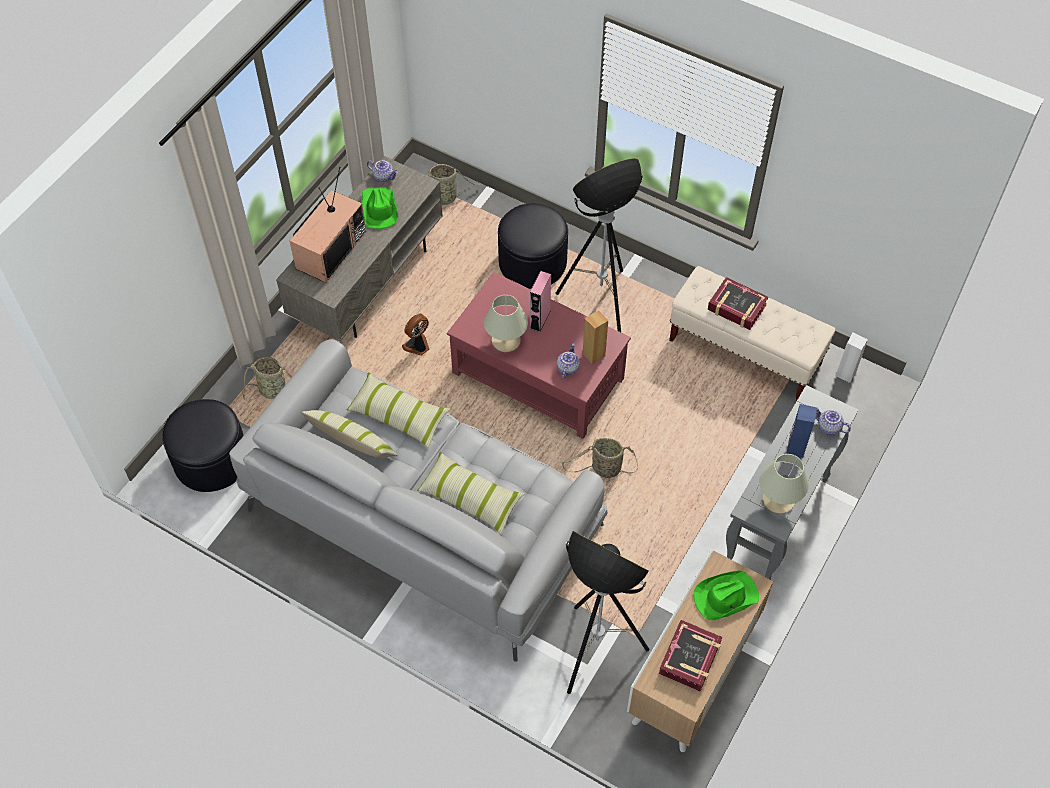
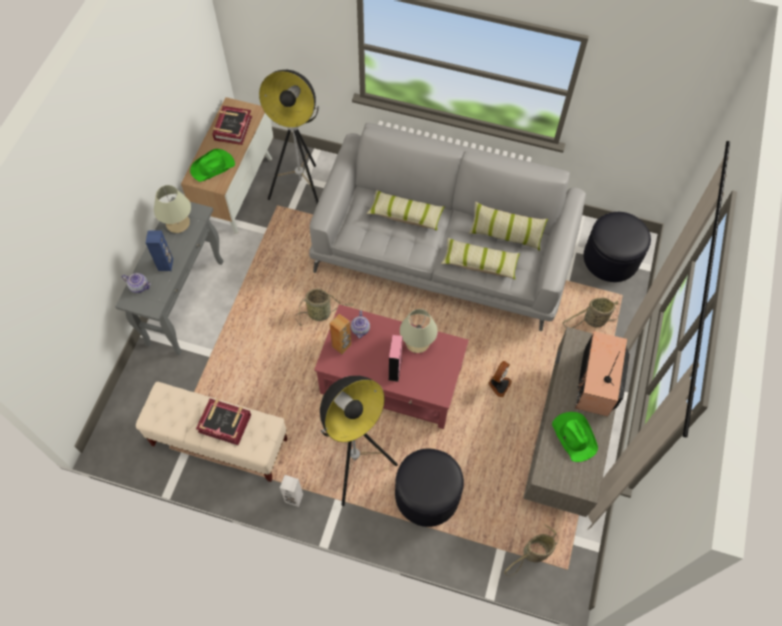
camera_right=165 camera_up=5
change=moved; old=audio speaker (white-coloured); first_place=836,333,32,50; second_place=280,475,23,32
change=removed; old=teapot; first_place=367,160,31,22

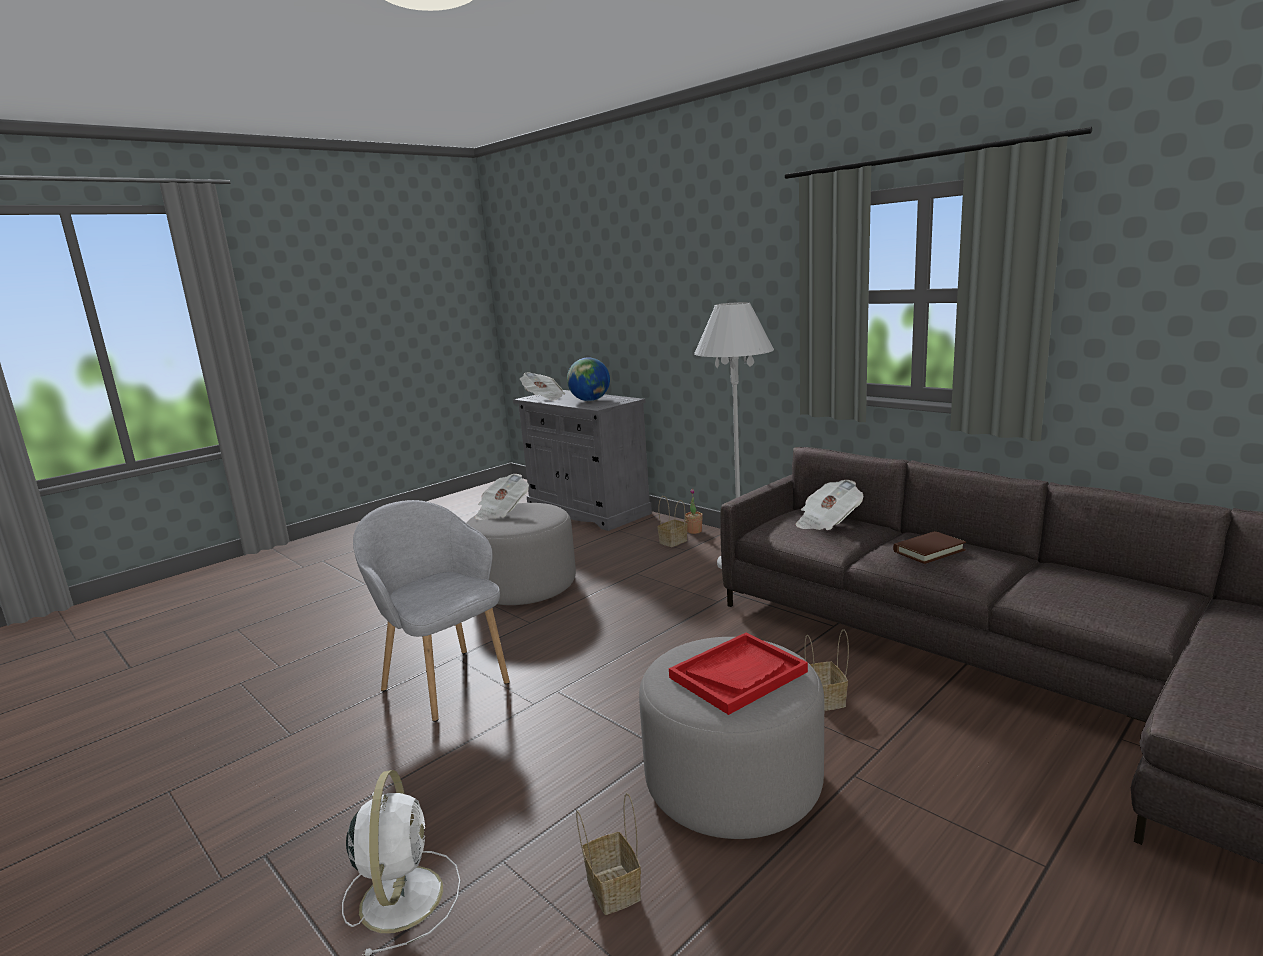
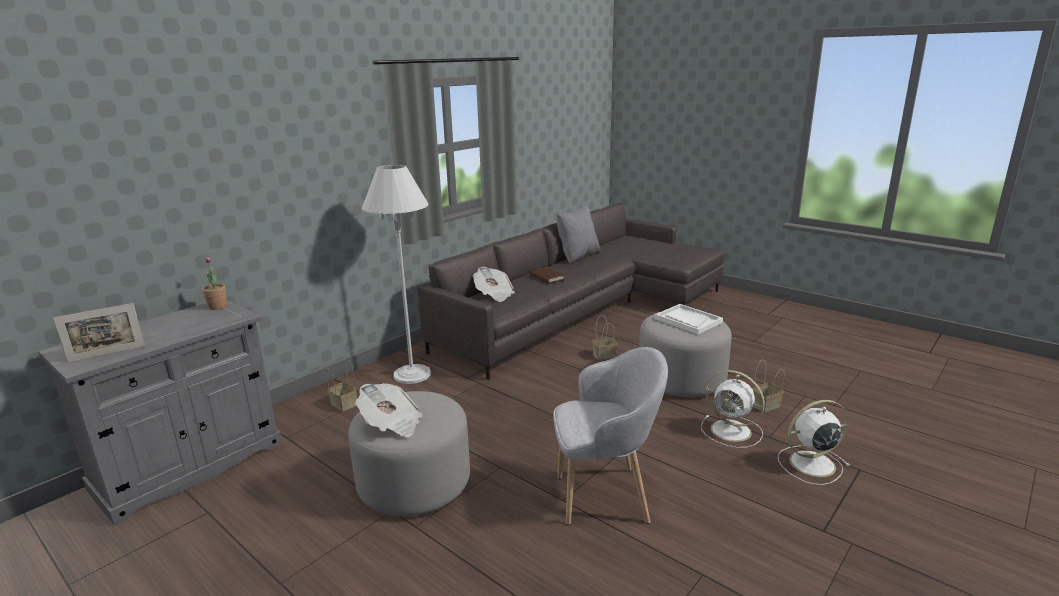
camera_right=-95 camera_up=5
change=replaced; old=newspaper; new=standing frame; first_place=520,372,46,29; second_place=53,303,92,60
change=moved; old=plant in a pot; first_place=685,488,18,46; second_place=202,257,25,53
change=turned; old=lounge chair (gray); first_place=353,500,157,222; second_place=553,347,115,178; degrees=-135
change=added; new=cushion (gray); second_place=556,205,45,59
change=recoloured; old=carrying tray (red); new=carrying tray (white-coloured); first_place=669,633,139,82; second_place=655,304,68,30
change=added; new=cooling fan (white-coloured); second_place=701,370,64,78
change=removed; old=globe; first_place=567,358,43,43

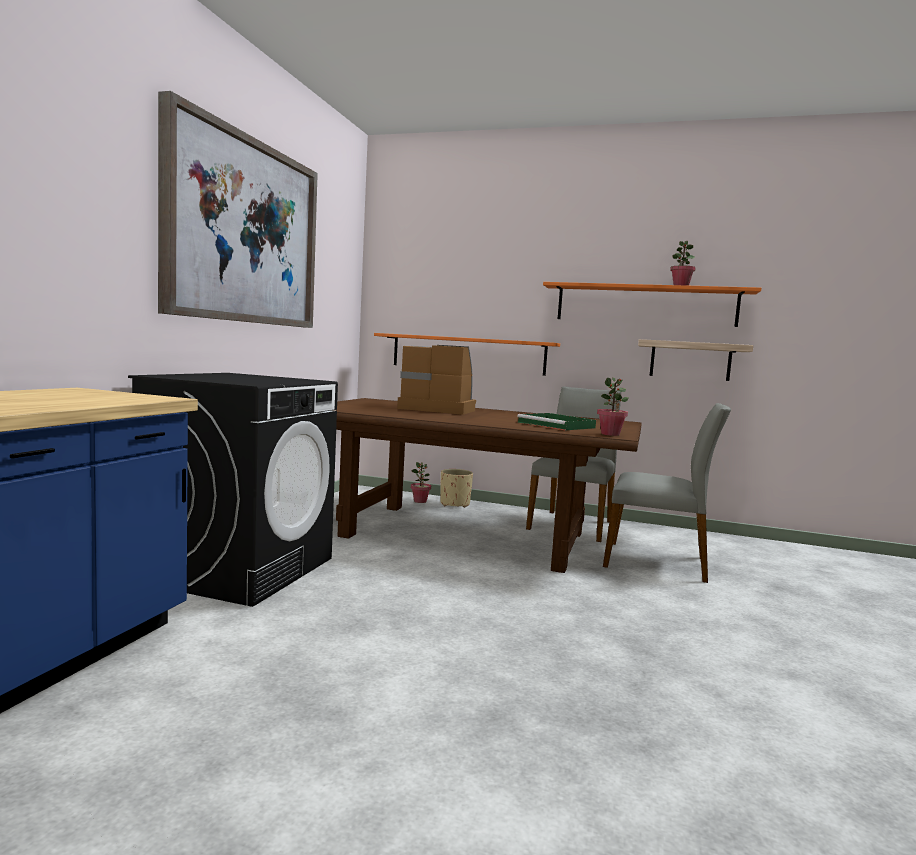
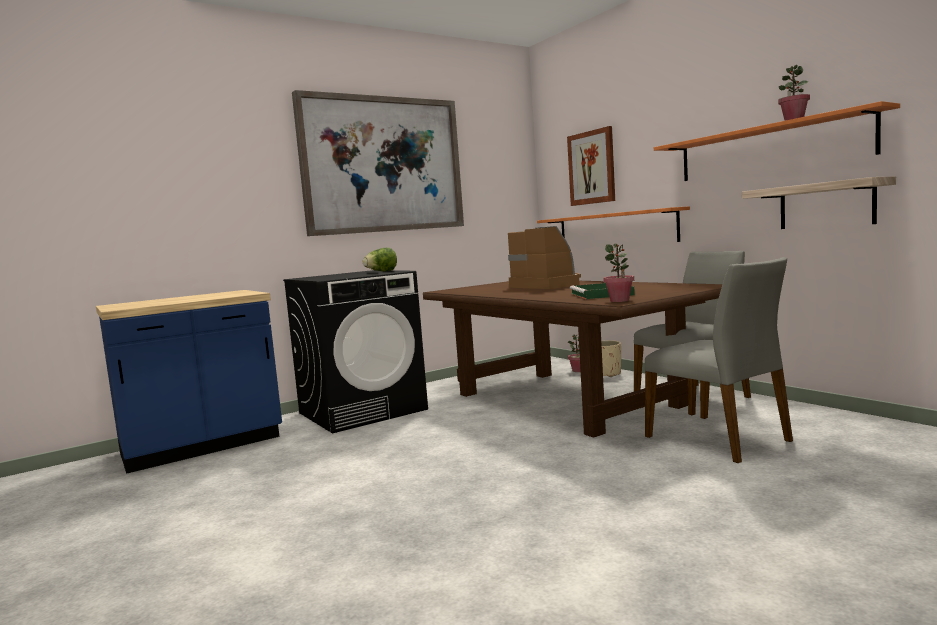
camera_right=40 camera_up=0
change=added; new=lettuce head; second_place=363,248,34,23
change=added; new=picture; second_place=567,126,48,80

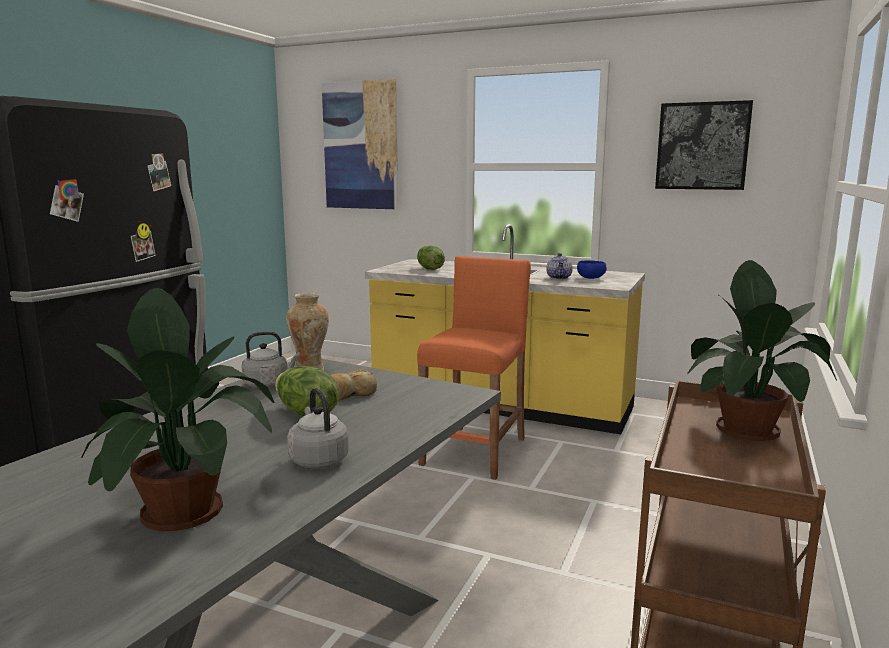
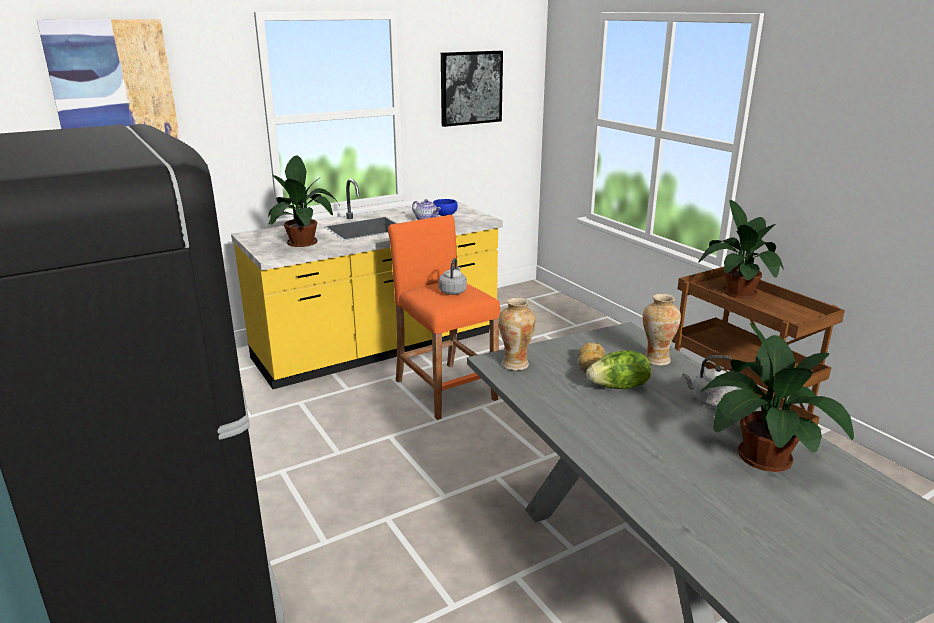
camera_right=-55 camera_up=10
change=replaced; old=lettuce head; new=plant in a pot; first_place=417,245,28,25; second_place=268,156,71,91
change=moved; old=water kettle (gray); first_place=242,331,58,57; second_place=439,258,28,37
change=added; new=decorative vase; second_place=643,294,38,72

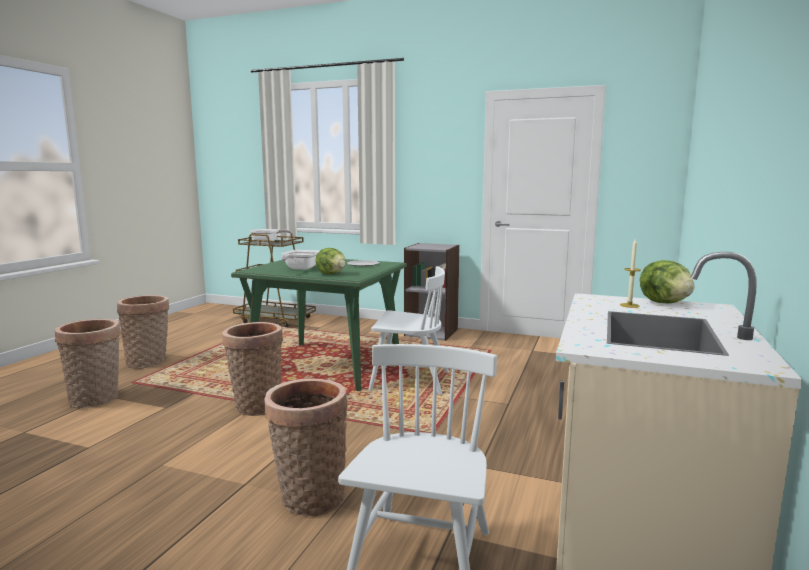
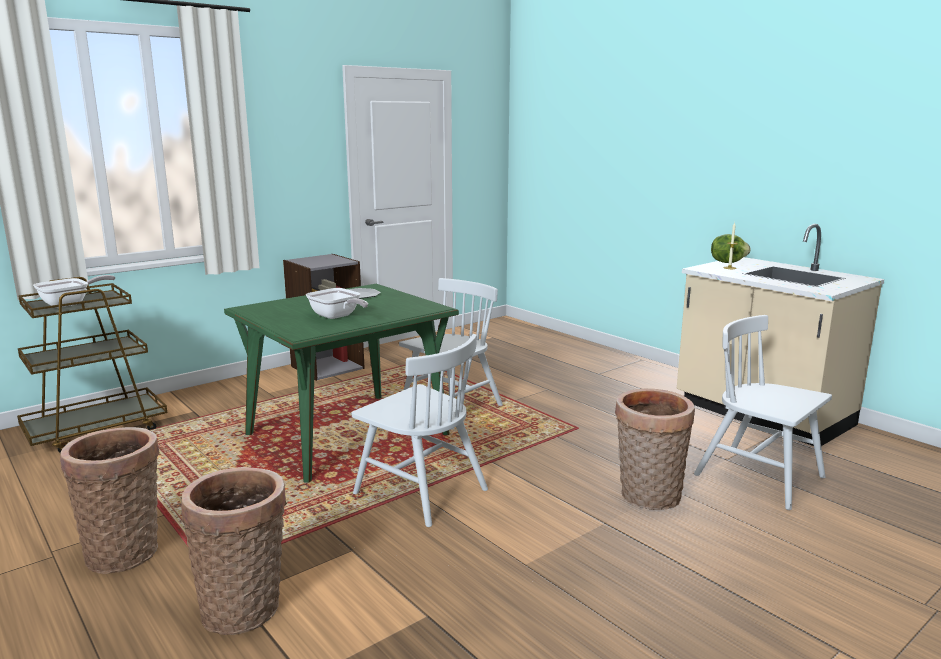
camera_right=-60 camera_up=5
change=replaced; old=basket; new=chair (white-coloured); first_place=222,322,61,94; second_place=352,334,136,193
change=removed; old=lettuce head; first_place=316,248,29,26

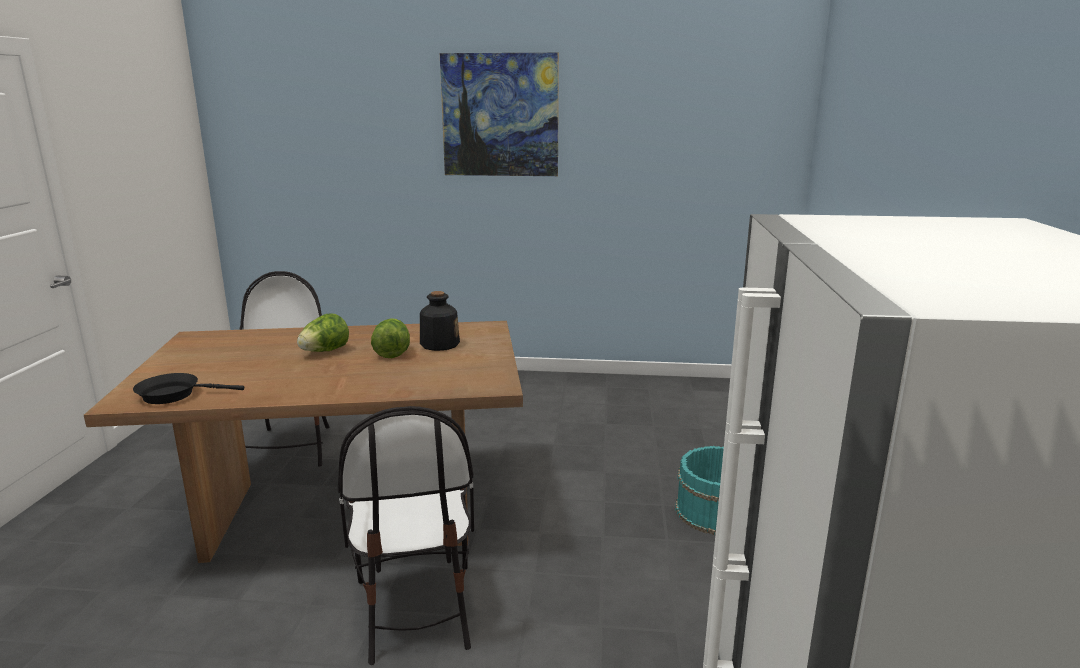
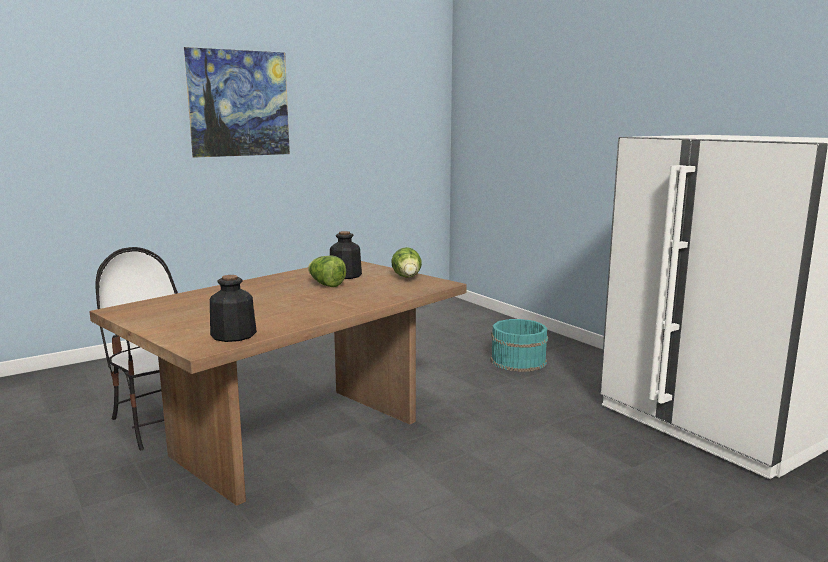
camera_right=-40 camera_up=-5
change=replaced; old=frying pan (black); new=beverage bottle; first_place=133,373,111,31; second_place=210,275,47,67
change=moved; old=lettuce head; first_place=297,313,52,39; second_place=391,247,31,31
change=removed; old=chair; first_place=338,406,136,259

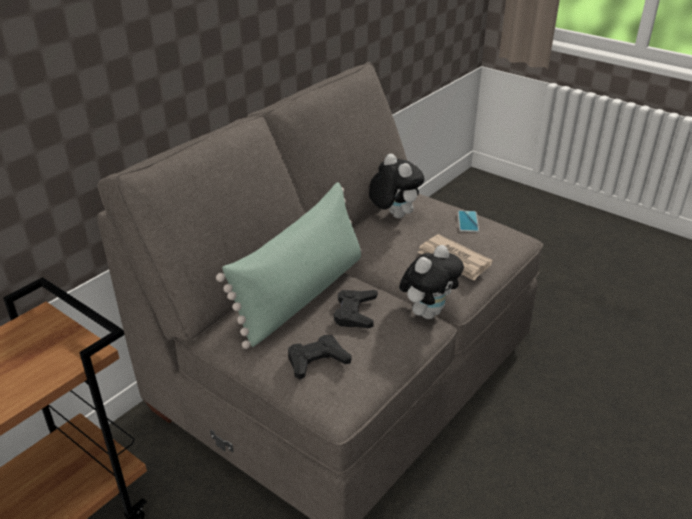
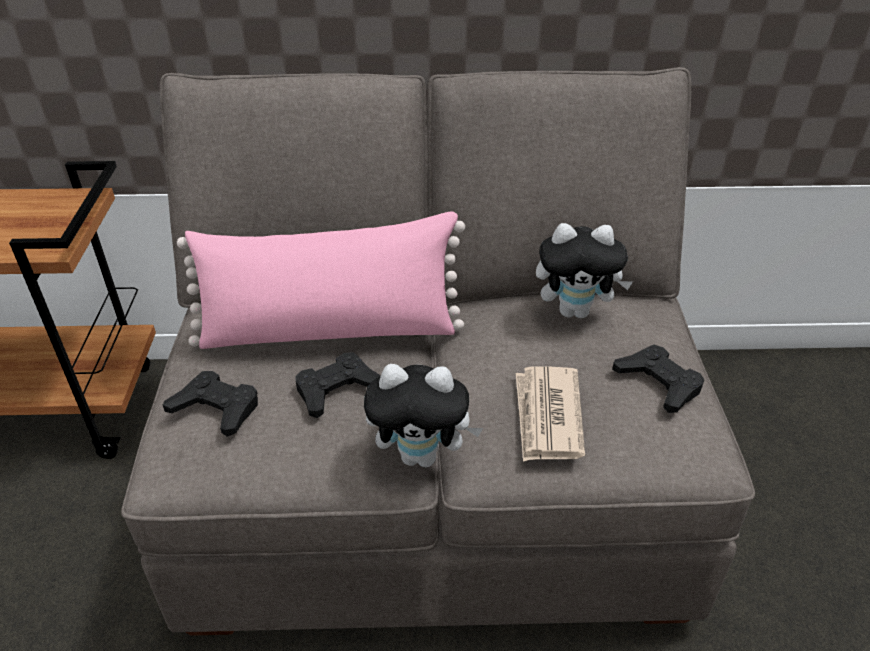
camera_right=50 camera_up=5
change=recoloured; old=cushion (green-coloured); new=cushion (pink); first_place=216,182,146,167; second_place=177,212,288,137
change=turned; old=soft toy; first_place=369,154,55,64; second_place=536,223,97,95; degrees=75
change=replaced; old=handset; new=game controller (black); first_place=458,211,21,21; second_place=612,345,92,68

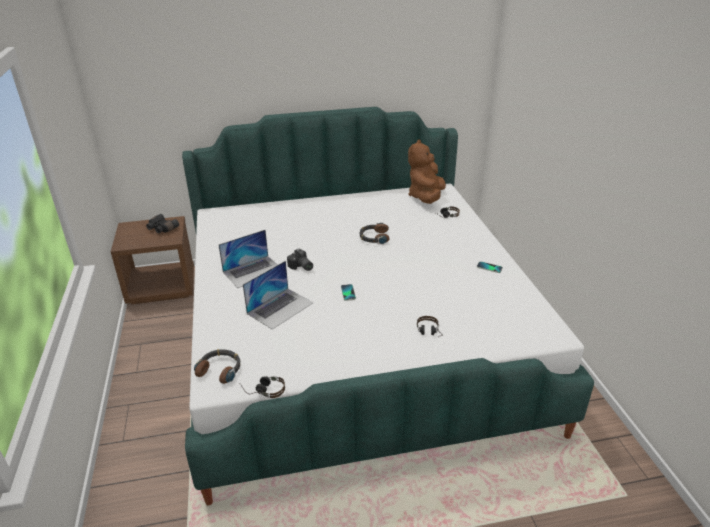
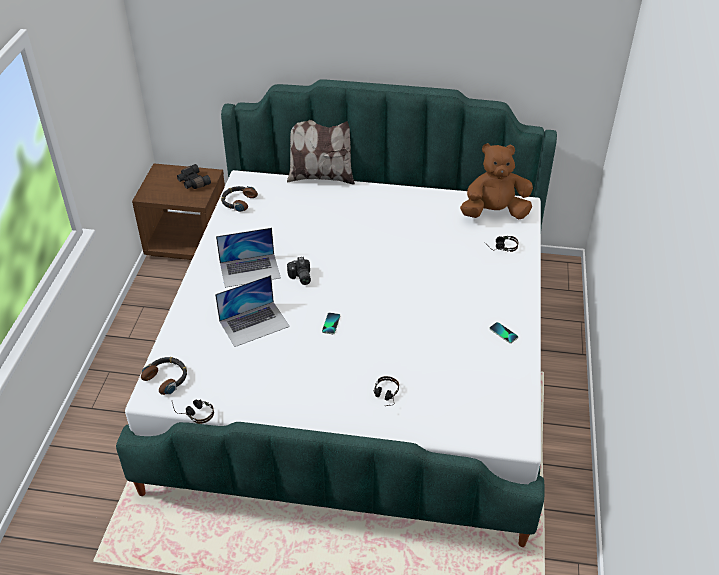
camera_right=20 camera_up=10
change=moved; old=headset; first_place=359,223,31,21; second_place=221,186,37,26
change=added; new=cushion; second_place=287,120,68,65
change=turned; old=soft toy (brown-coloured); first_place=408,139,38,65; second_place=460,143,73,76; degrees=45

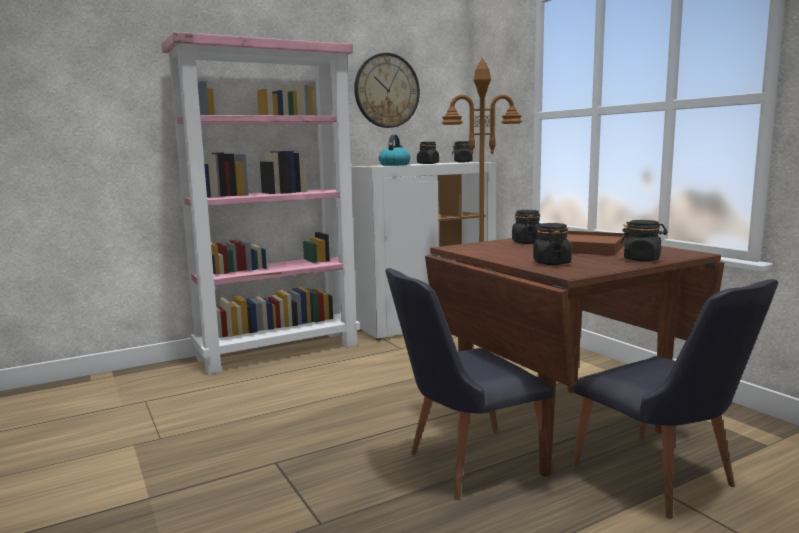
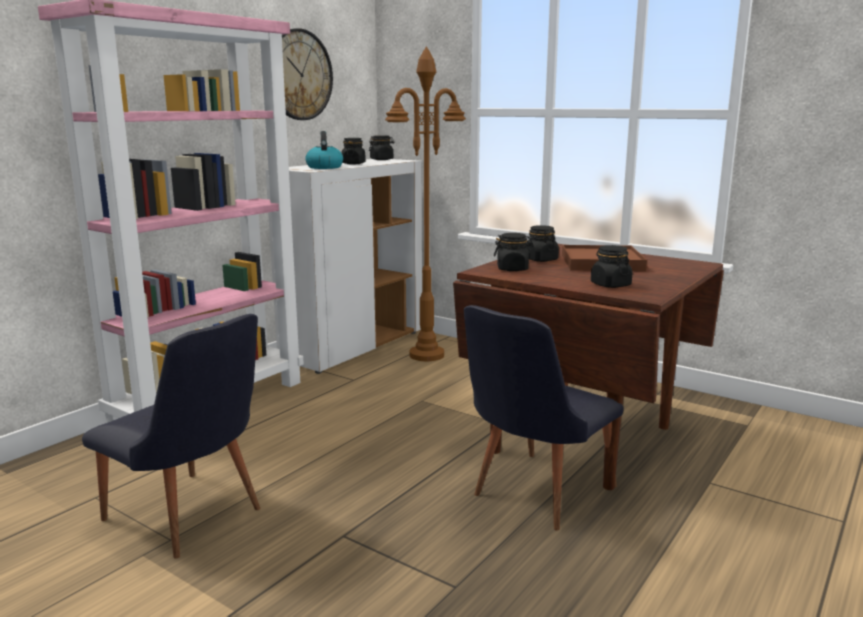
camera_right=-25 camera_up=5
change=moved; old=chair (black); first_place=572,279,206,240; second_place=82,314,178,245
change=moved; old=storage jar (black); first_place=620,220,48,41; second_place=494,233,40,38

